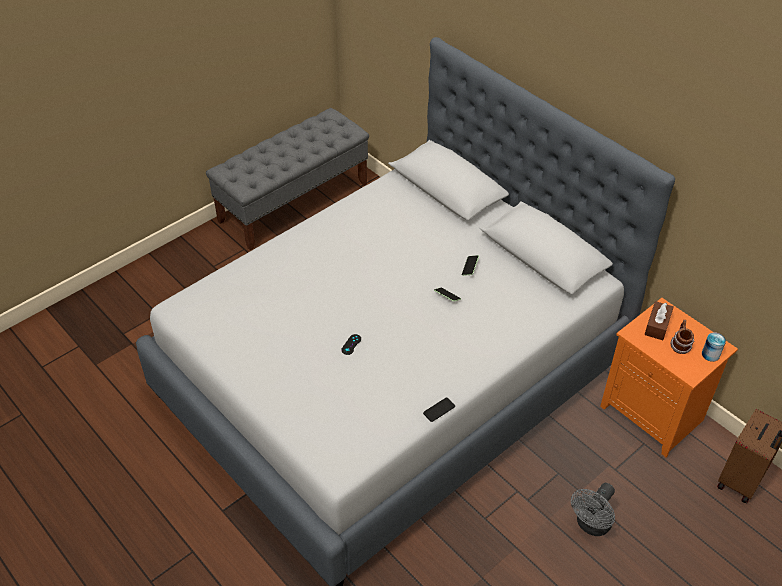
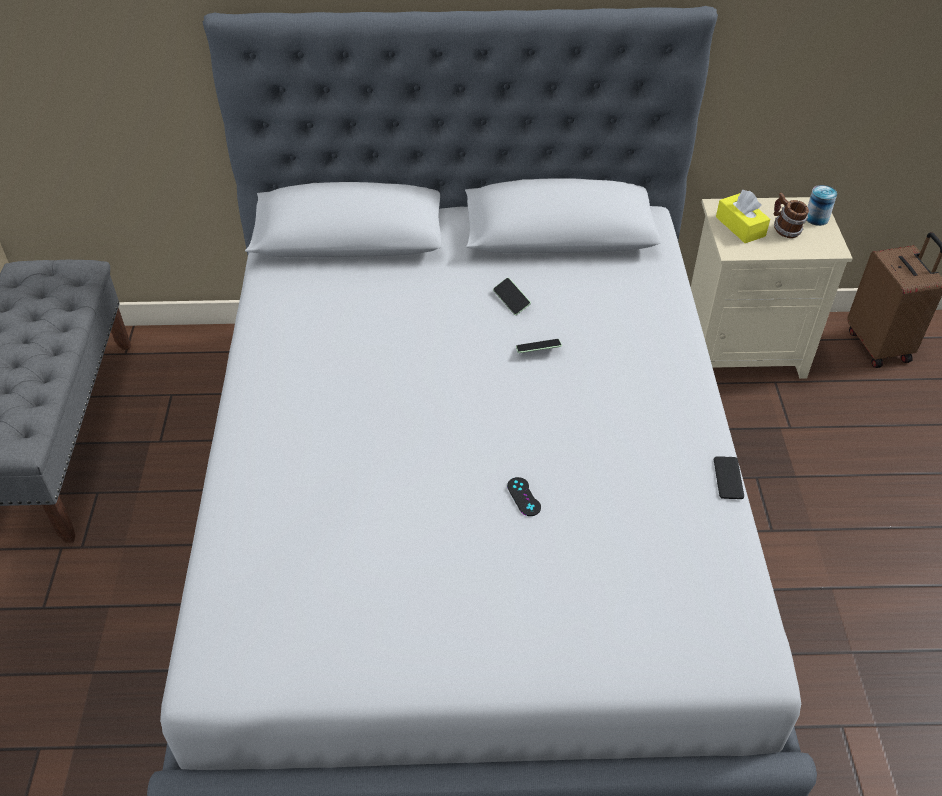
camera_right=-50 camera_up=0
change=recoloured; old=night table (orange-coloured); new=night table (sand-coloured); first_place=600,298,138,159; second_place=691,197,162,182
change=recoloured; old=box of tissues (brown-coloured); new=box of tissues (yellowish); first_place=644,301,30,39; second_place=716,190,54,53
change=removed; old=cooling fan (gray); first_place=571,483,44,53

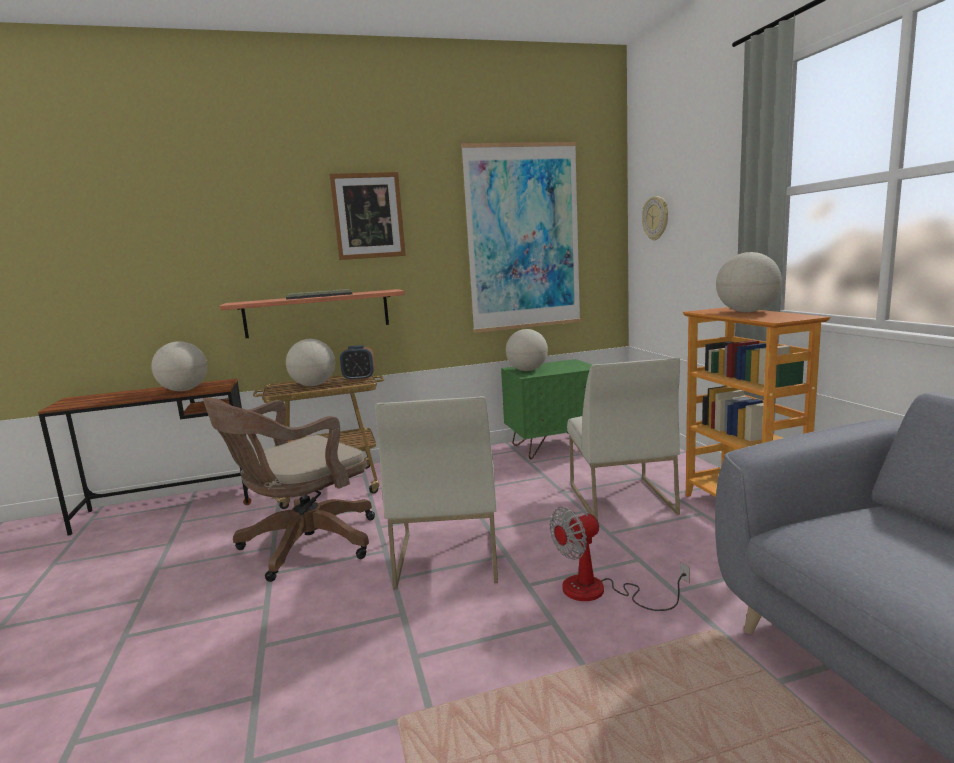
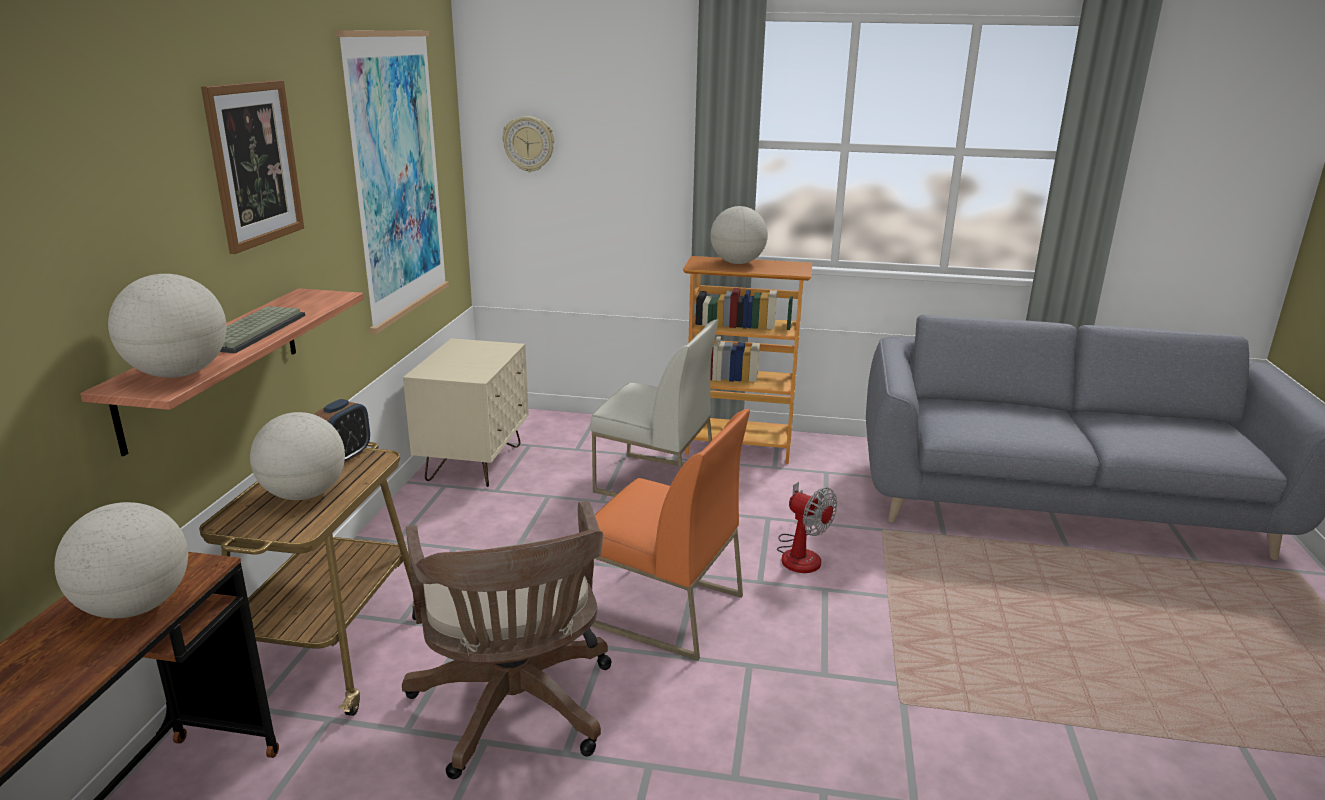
camera_right=-65 camera_up=10
change=moved; old=globe; first_place=506,329,42,42; second_place=108,274,119,104
change=recoloured; old=night table (green-coloured); new=night table (sand-coloured); first_place=501,359,91,100; second_place=403,338,126,149
change=recoloured; old=chair (white-coloured); new=chair (orange-coloured); first_place=375,396,123,193; second_place=592,409,158,252
change=turned; old=cooling fan; first_place=549,507,141,104; second_place=777,482,60,91; degrees=-45

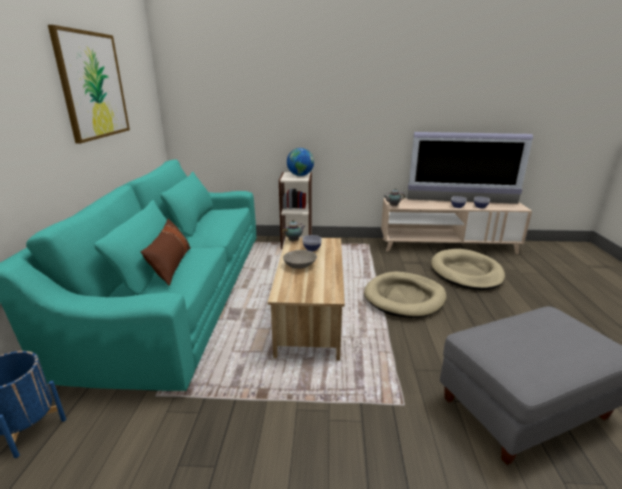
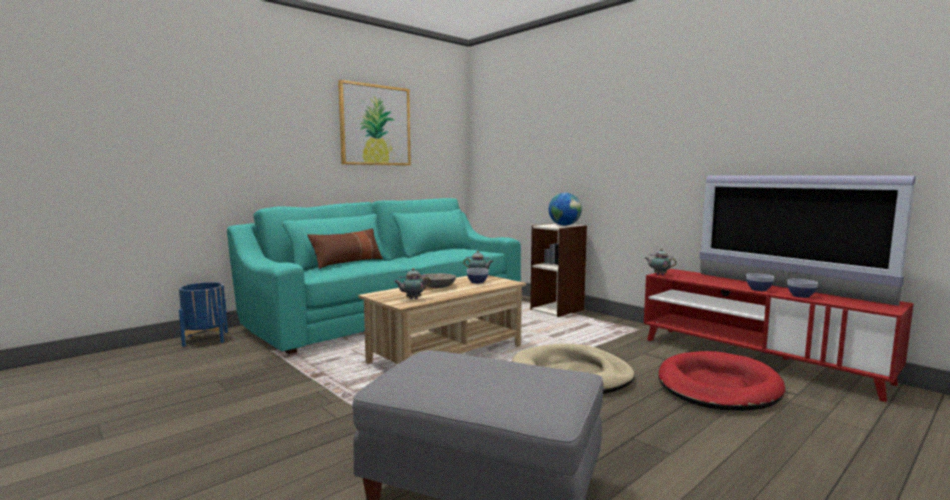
camera_right=45 camera_up=-15
change=added; new=teapot; second_place=394,268,37,31
change=recoloured; old=tv stand (sand-coloured); new=tv stand (red); first_place=381,198,151,56; second_place=644,269,270,133
change=recoloured; old=dog bed (sand-coloured); new=dog bed (red); first_place=431,249,74,41; second_place=658,351,127,60

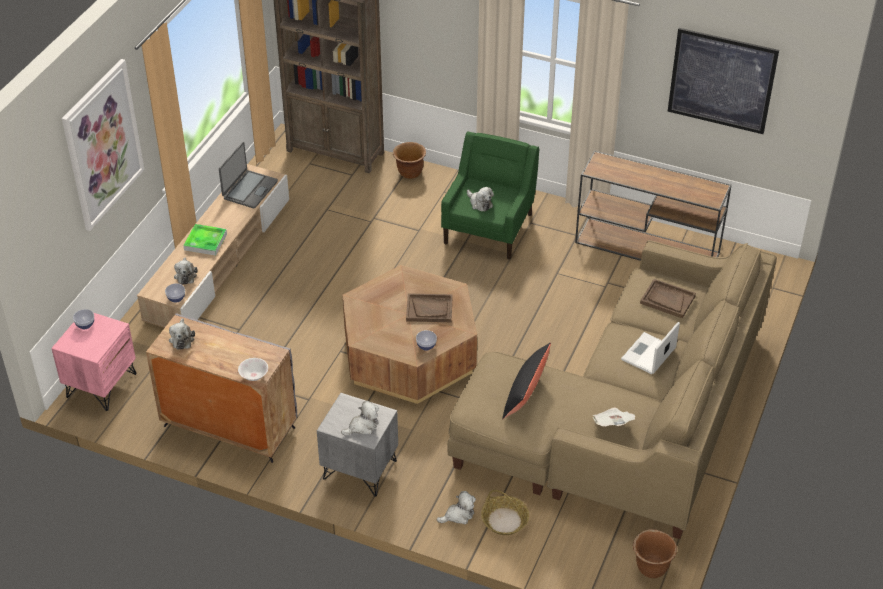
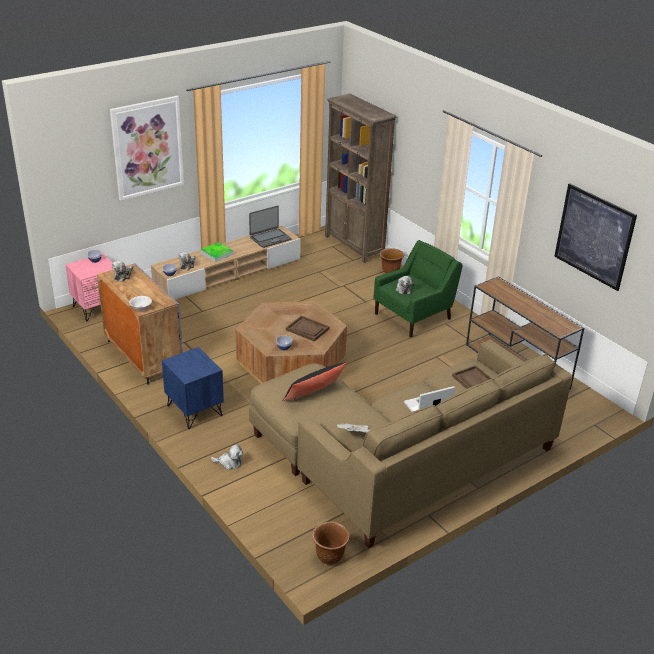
camera_right=30 camera_up=-10
change=recoloured; old=night table (gray); new=night table (bluish); first_place=317,393,81,104; second_place=162,347,62,82
change=removed; old=soft toy; first_place=341,401,38,35
change=removed; old=basket; first_place=481,490,48,45

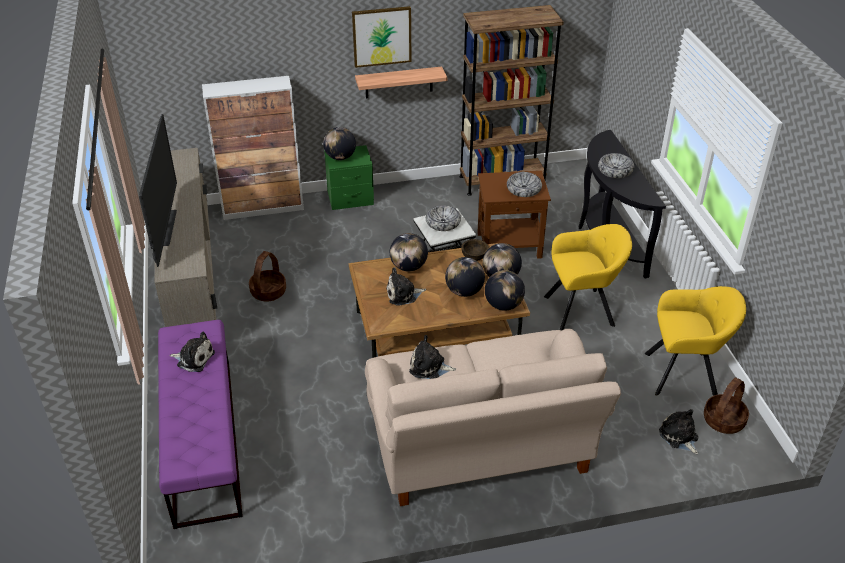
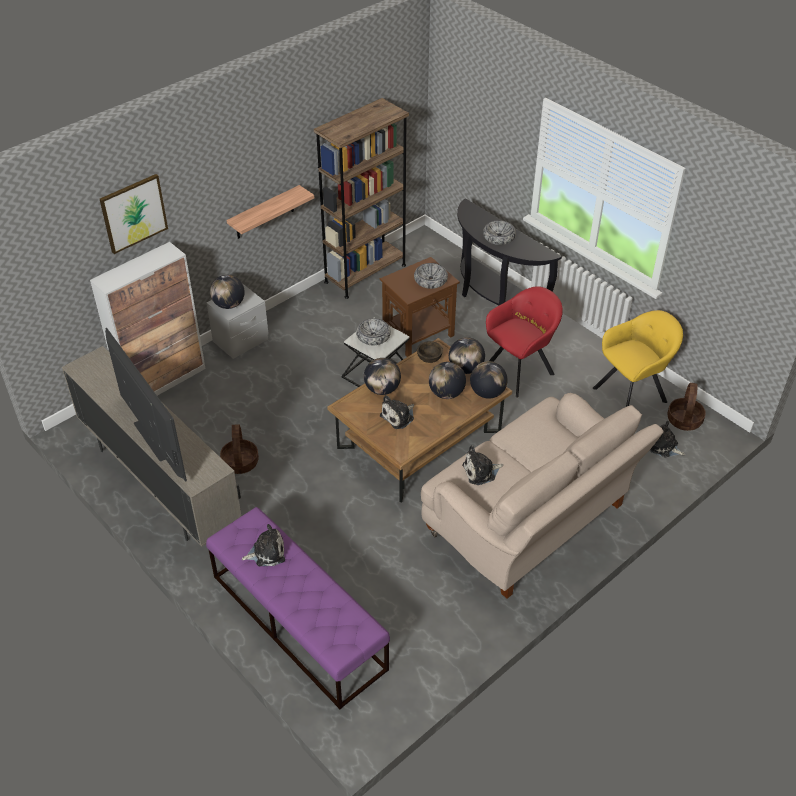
camera_right=-30 camera_up=5
change=moved; old=picture; first_place=352,6,60,62; second_place=100,174,68,80
change=recoloured; old=night table (green-coloured); new=night table (gray); first_place=324,145,50,65; second_place=207,284,62,75
change=recoloured; old=lounge chair (yellowish); new=lounge chair (red); first_place=544,224,88,106; second_place=486,286,77,112

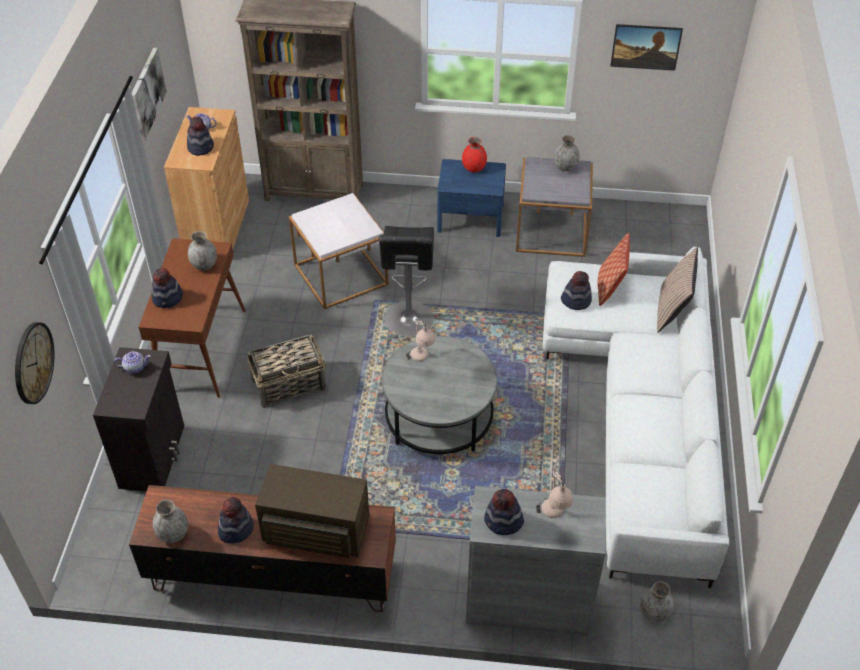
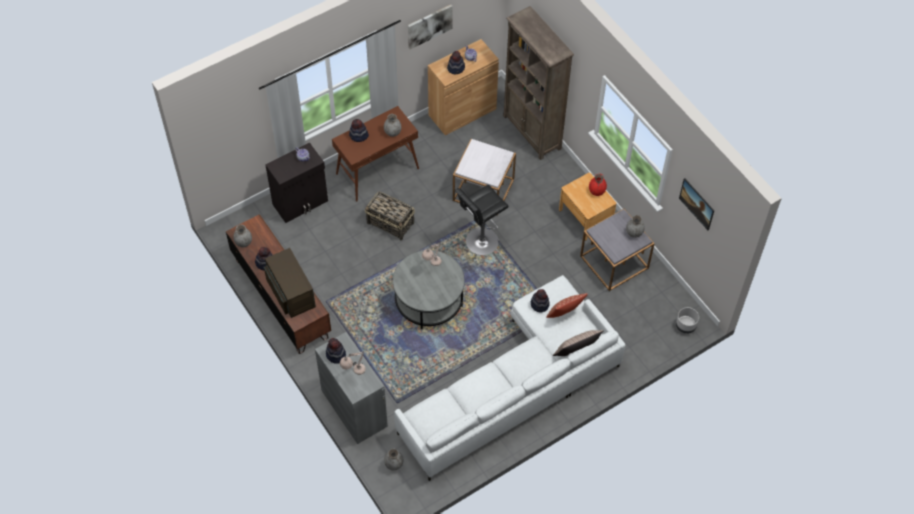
camera_right=50 camera_up=10
change=recoloured; old=night table (bluish); new=night table (brown-coloured); first_place=437,159,69,78; second_place=559,173,57,68
change=added; new=plant pot (gray); second_place=676,307,23,27
change=removed; old=clock on the wall; first_place=15,322,39,82

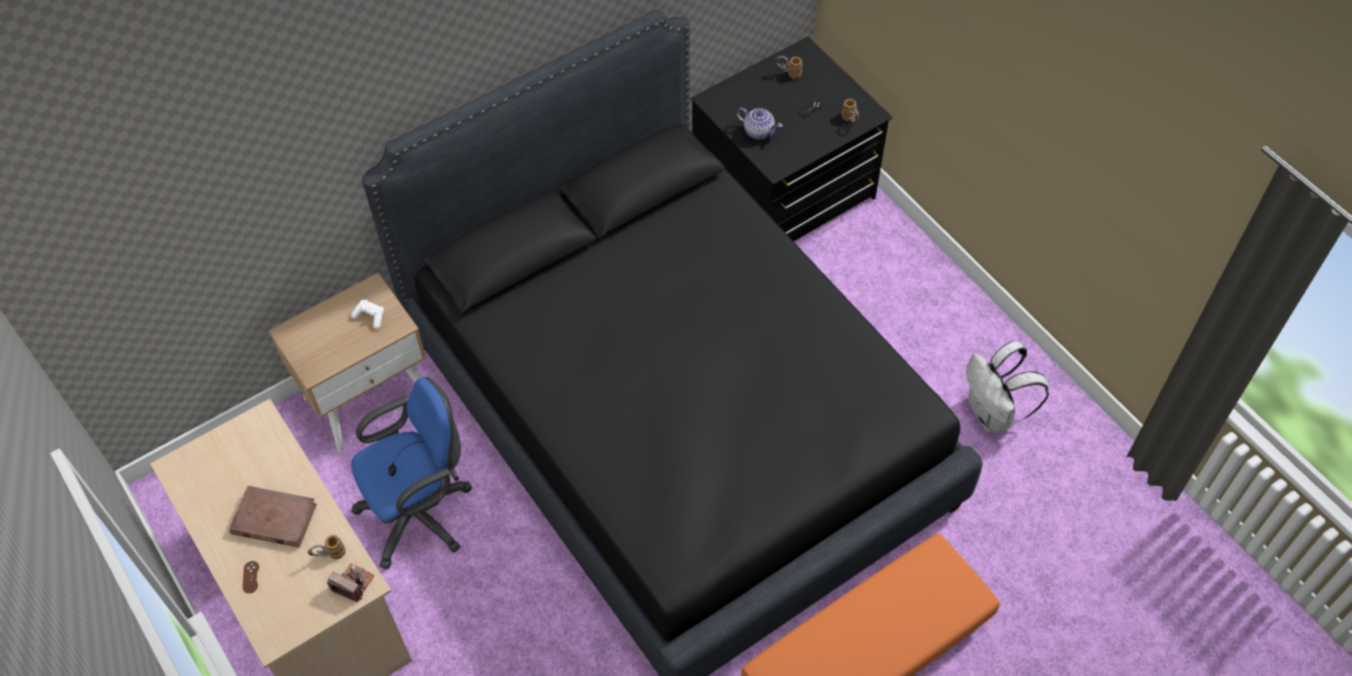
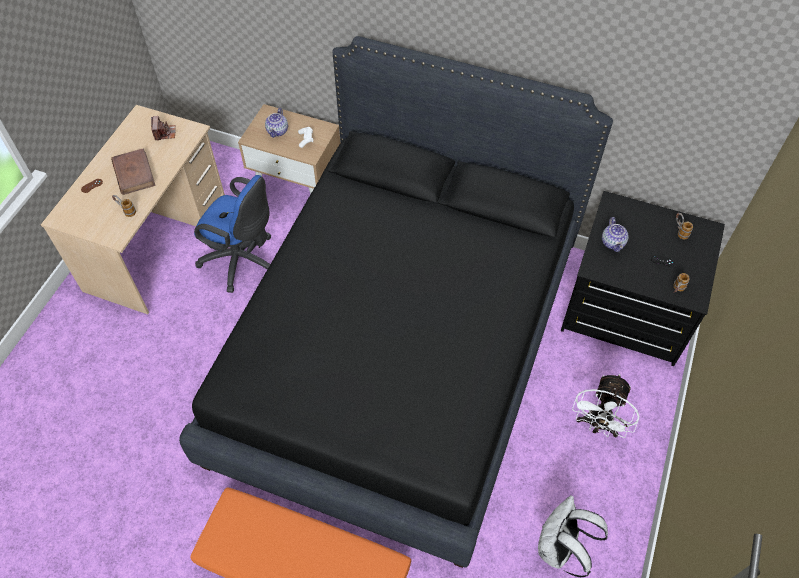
camera_right=55 camera_up=0
change=moved; old=photo camera; first_place=327,564,47,38; second_place=151,116,25,25
change=added; new=teapot; second_place=265,108,23,30
change=added; new=cooling fan (white-coloured); second_place=572,374,68,64

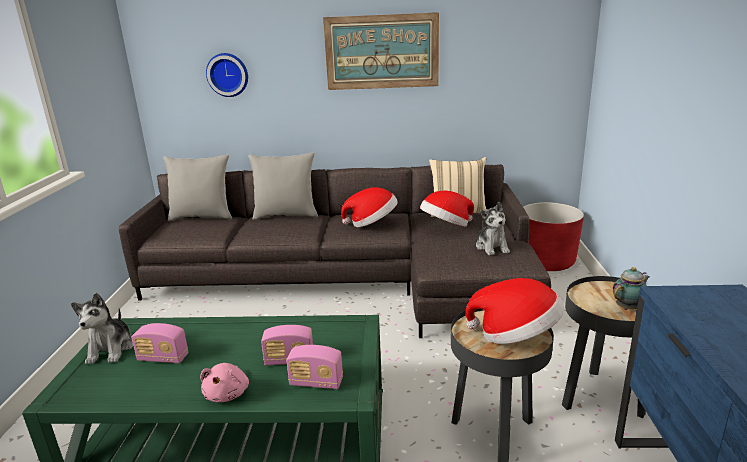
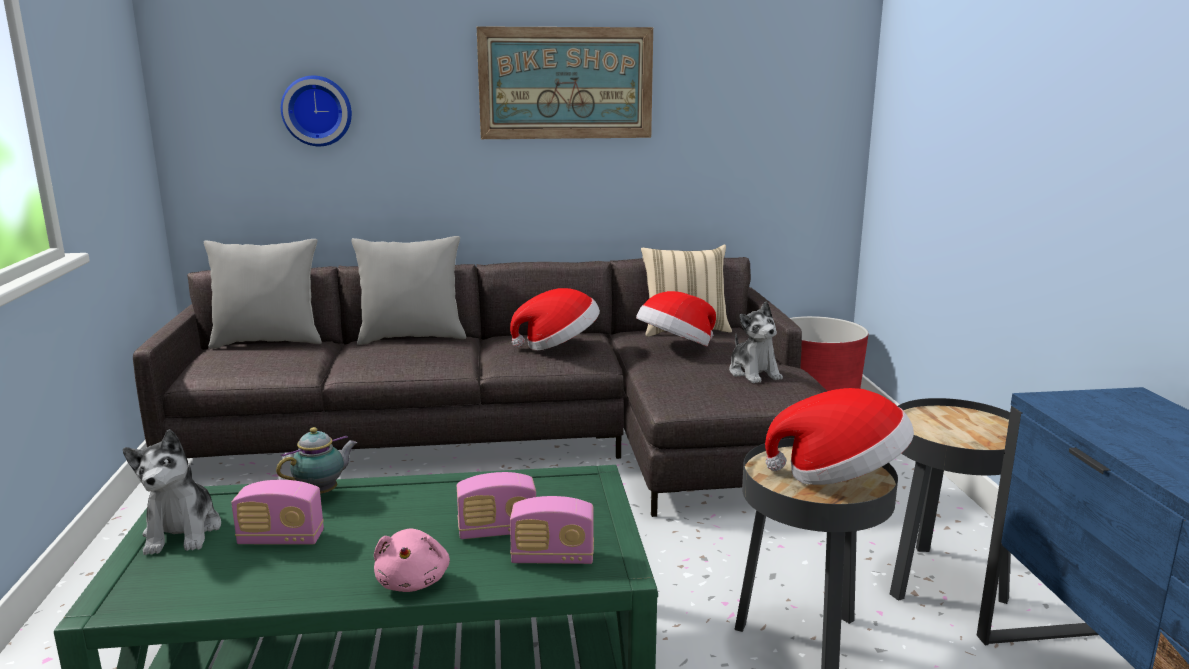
camera_right=-10 camera_up=-5
change=moved; old=teapot; first_place=613,267,36,43; second_place=276,427,81,67

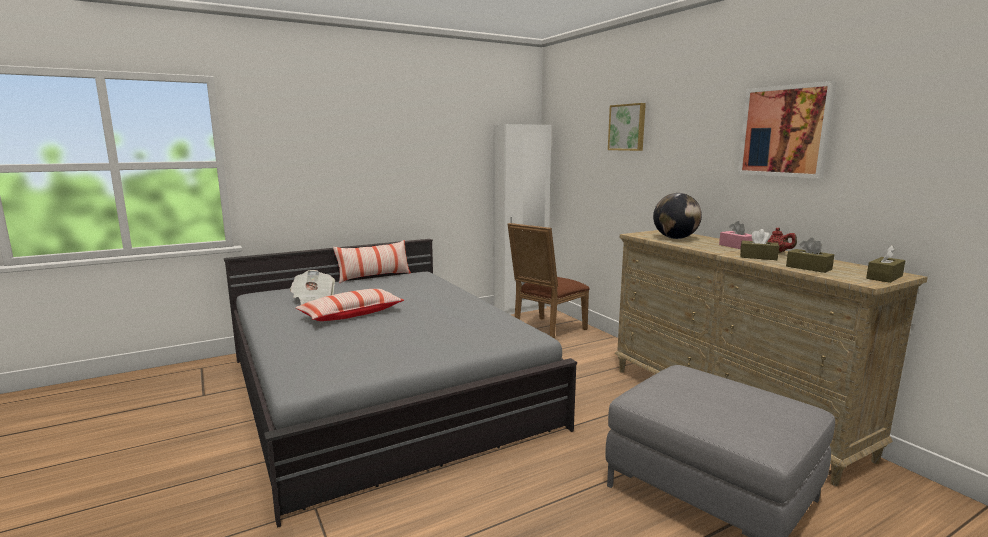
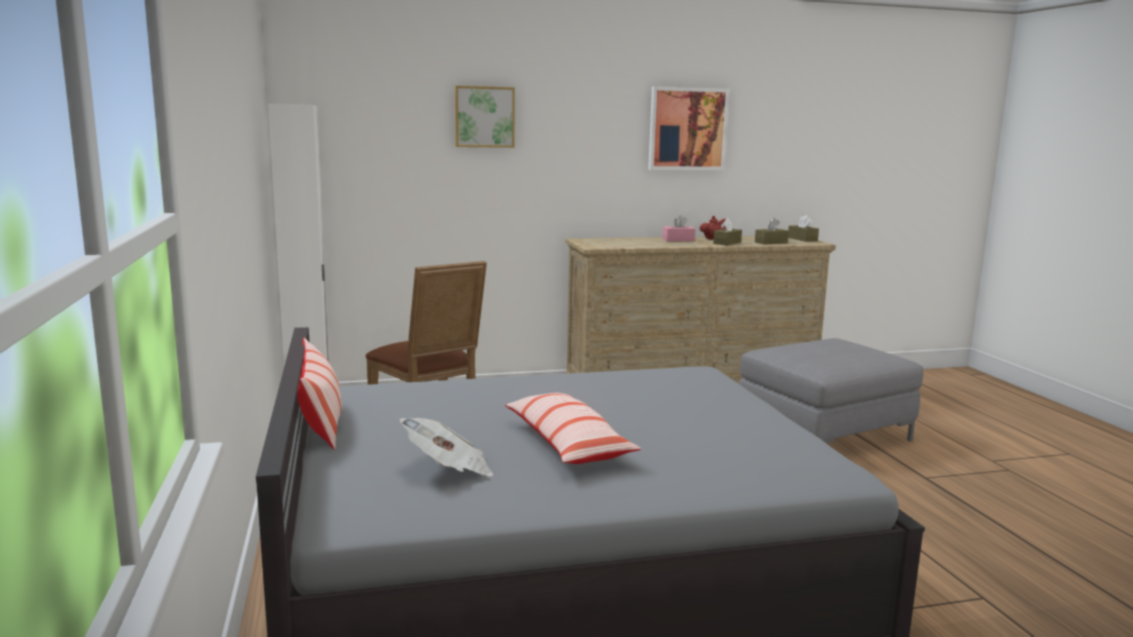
camera_right=-75 camera_up=0
change=removed; old=globe; first_place=653,193,49,46

